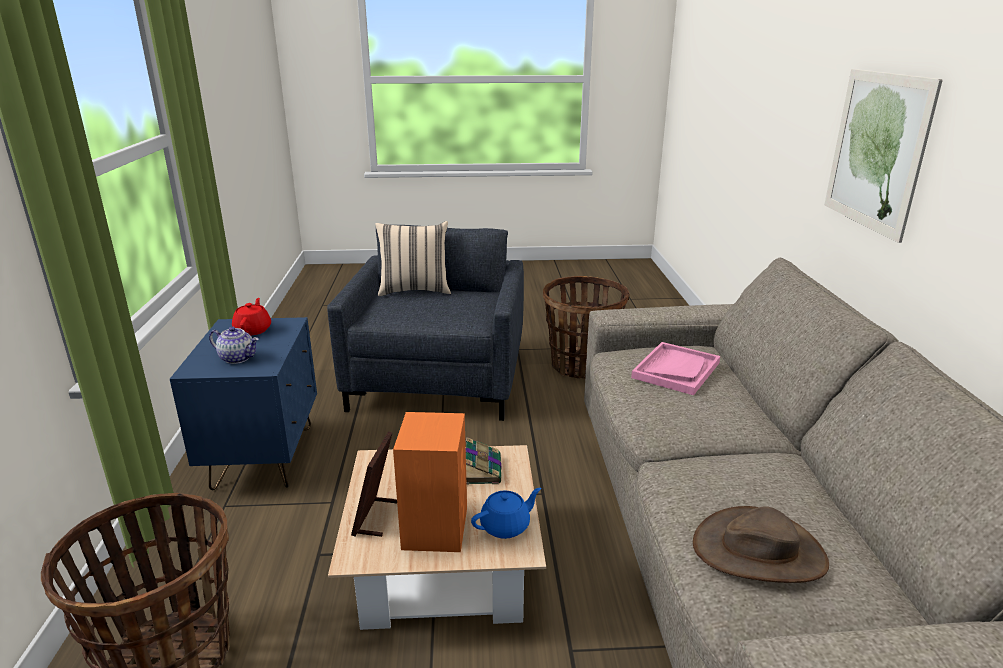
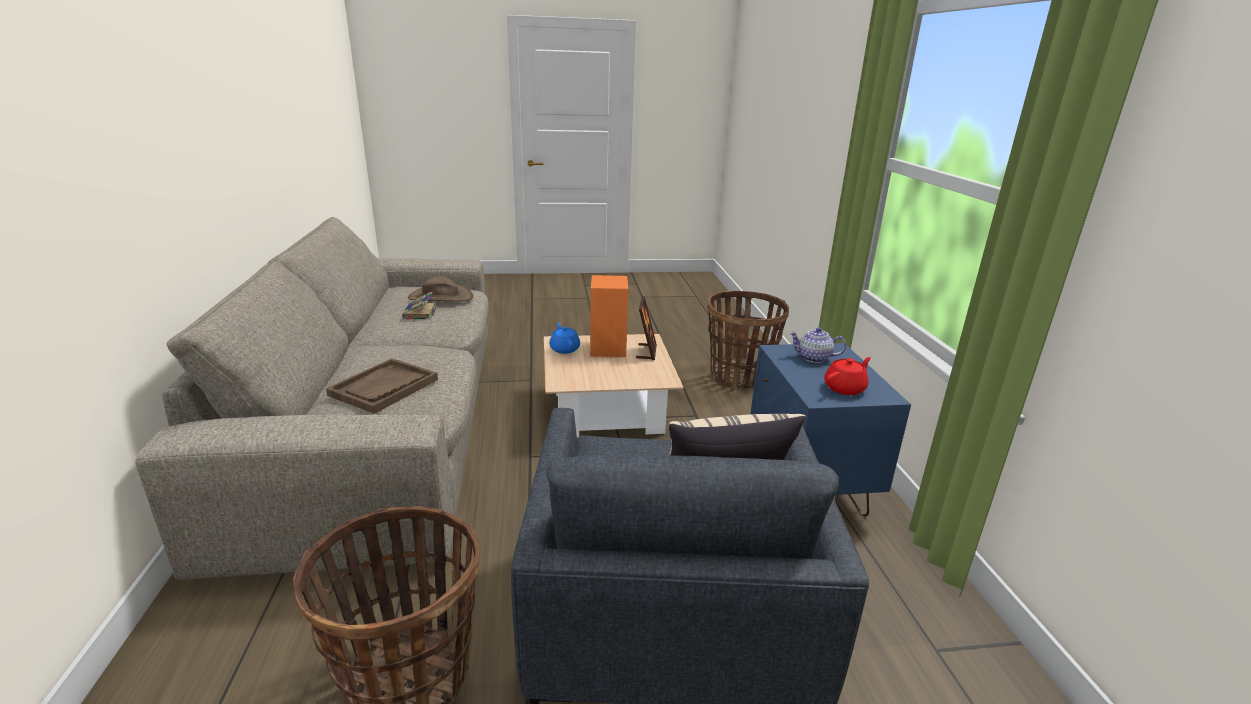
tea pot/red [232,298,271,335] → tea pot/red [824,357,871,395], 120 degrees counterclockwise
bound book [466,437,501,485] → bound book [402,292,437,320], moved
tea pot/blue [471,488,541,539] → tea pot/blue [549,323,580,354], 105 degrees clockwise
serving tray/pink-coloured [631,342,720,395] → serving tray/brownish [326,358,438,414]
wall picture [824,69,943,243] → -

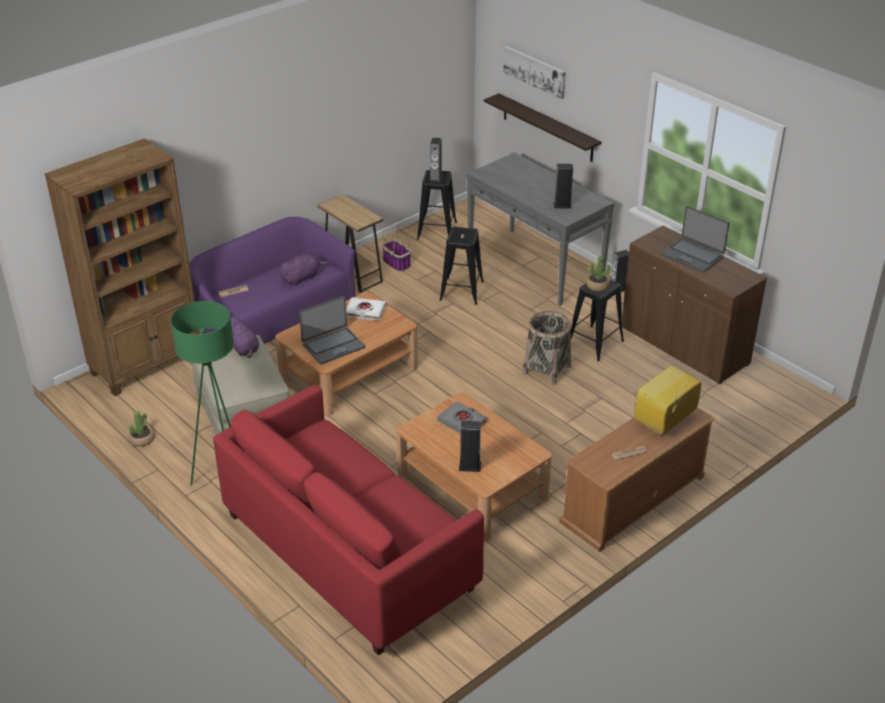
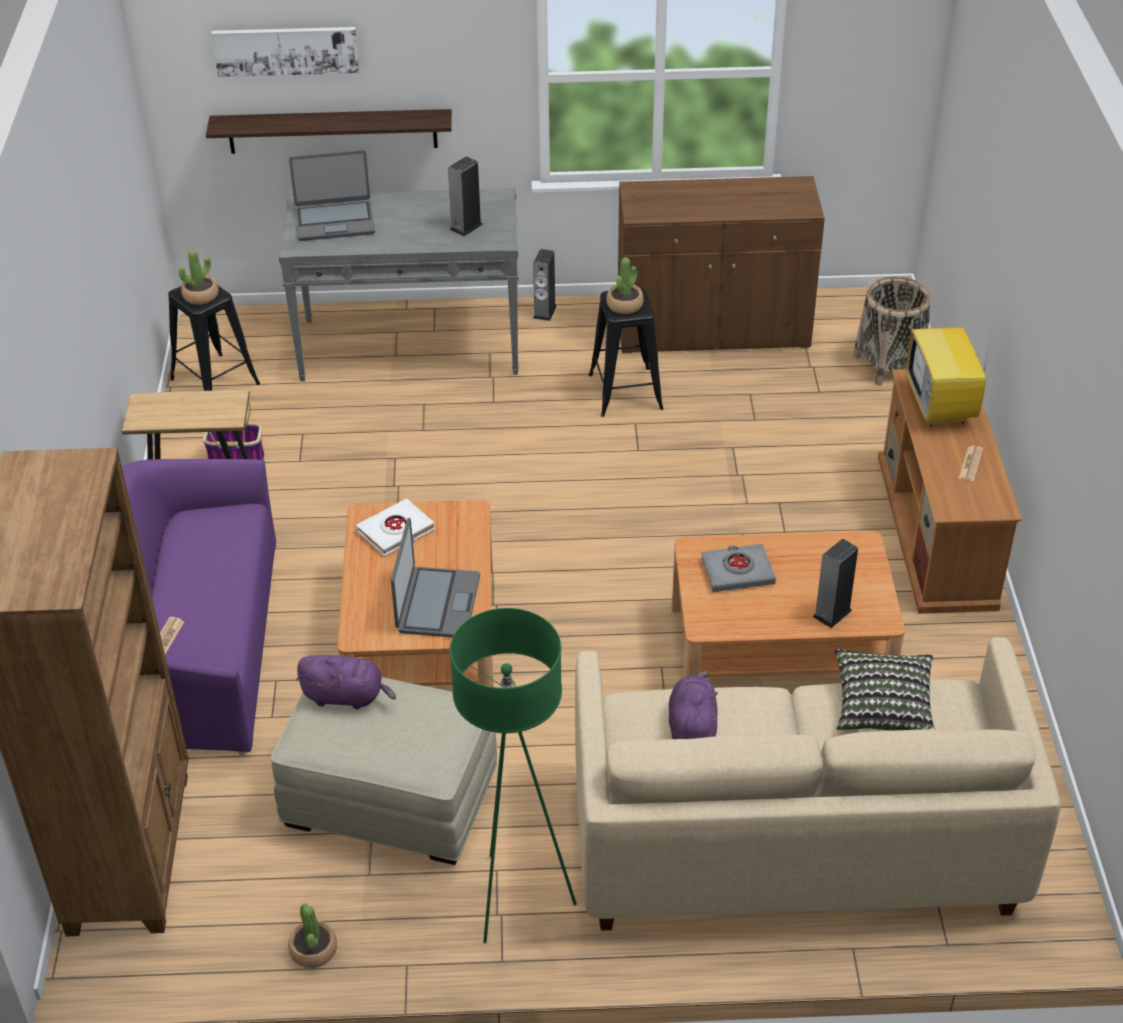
couch/red [213,385,484,655] → couch/beige-coloured [575,637,1060,931]
soft toy/purple [280,254,327,286] → soft toy/purple [669,671,718,739], moved
audio speaker [429,138,442,183] → plant in a pot [179,250,218,305]
stool/black [439,227,484,305] → -
basket [523,311,571,385] → basket [853,276,930,386], moved
notebook computer [661,206,730,273] → notebook computer [289,150,375,241], moved
- → cushion [835,649,935,731]

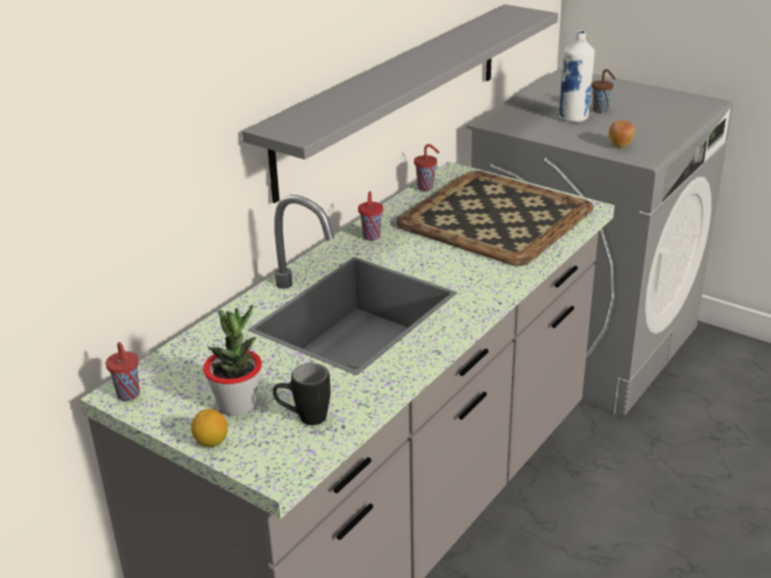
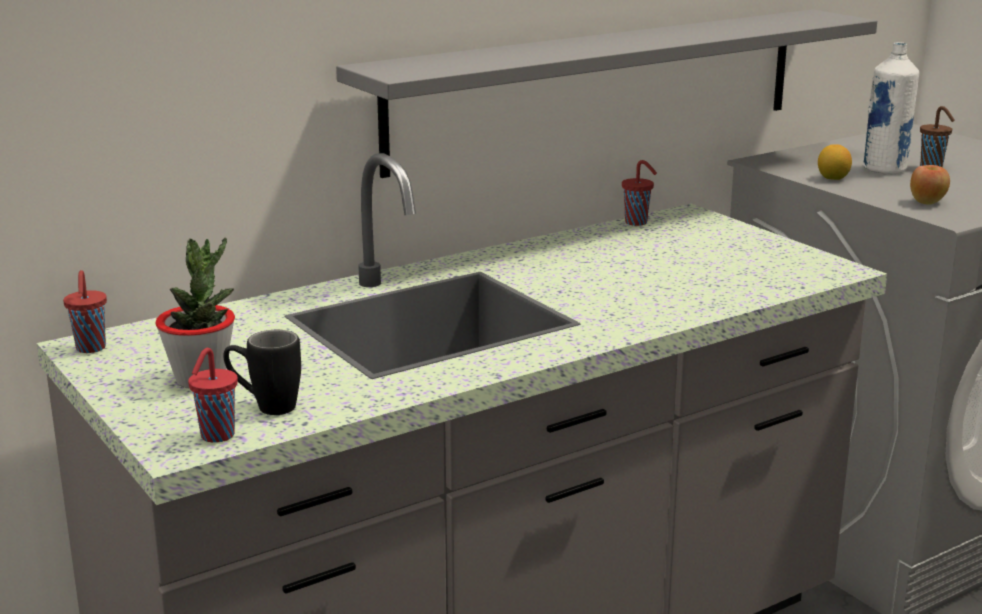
lemon [191,409,228,447] → lemon [818,144,852,180], moved
cup/red [358,191,383,241] → cup/red [188,348,238,443], moved
serving tray [396,171,594,266] → -

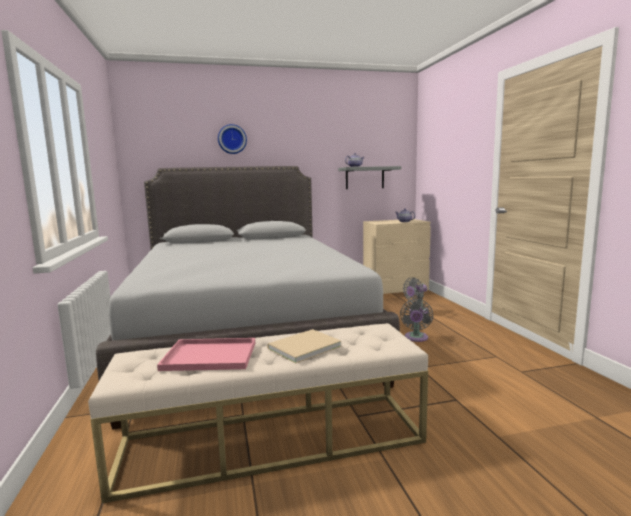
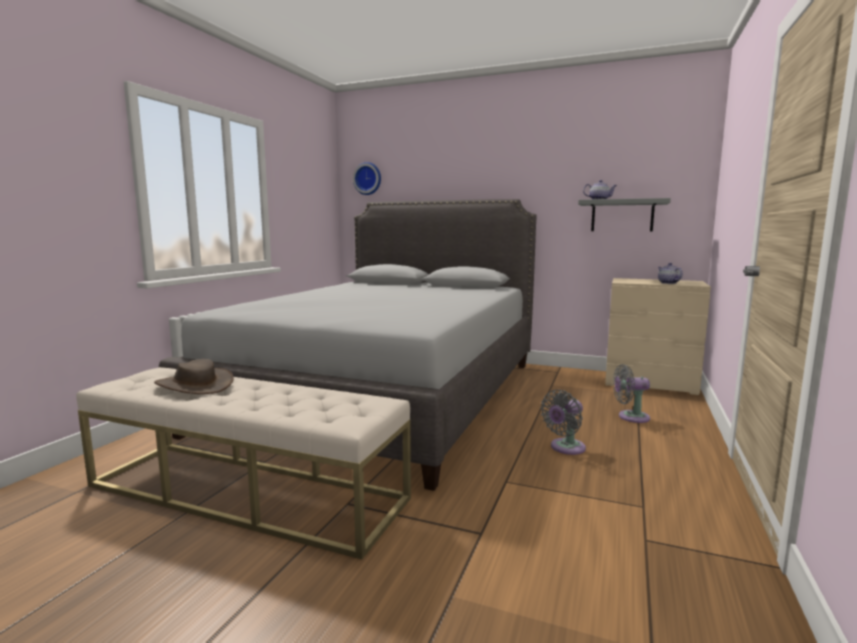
serving tray/pink-coloured [157,338,255,371] → clothing hat/brownish [154,359,234,394]
hanging clock [218,124,247,154] → hanging clock [353,162,381,195], moved
bound book/beige-coloured [267,329,341,364] → -

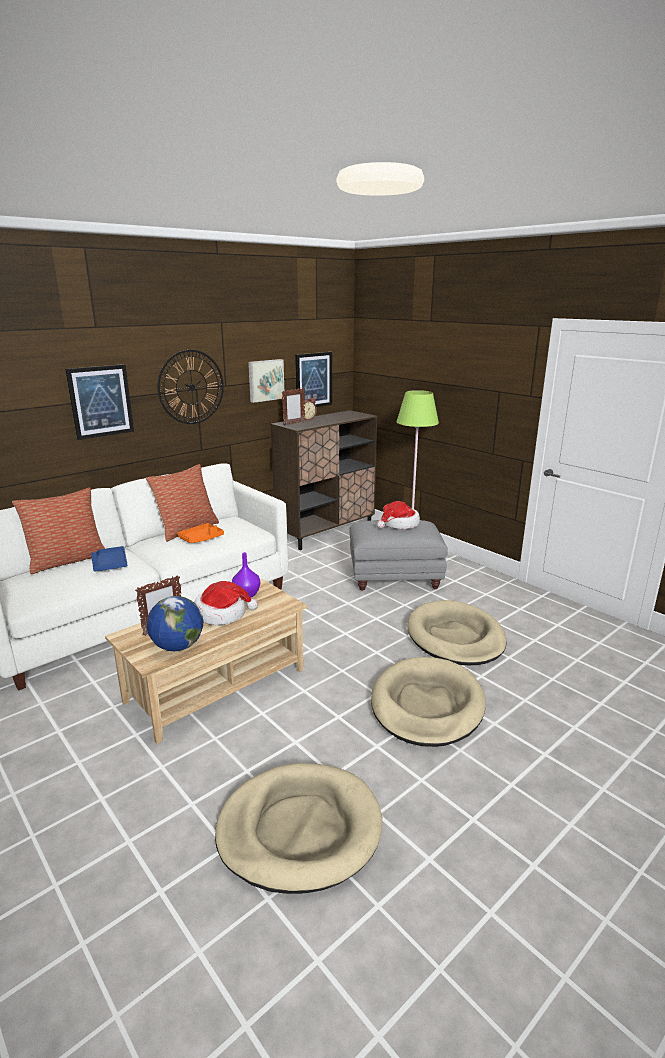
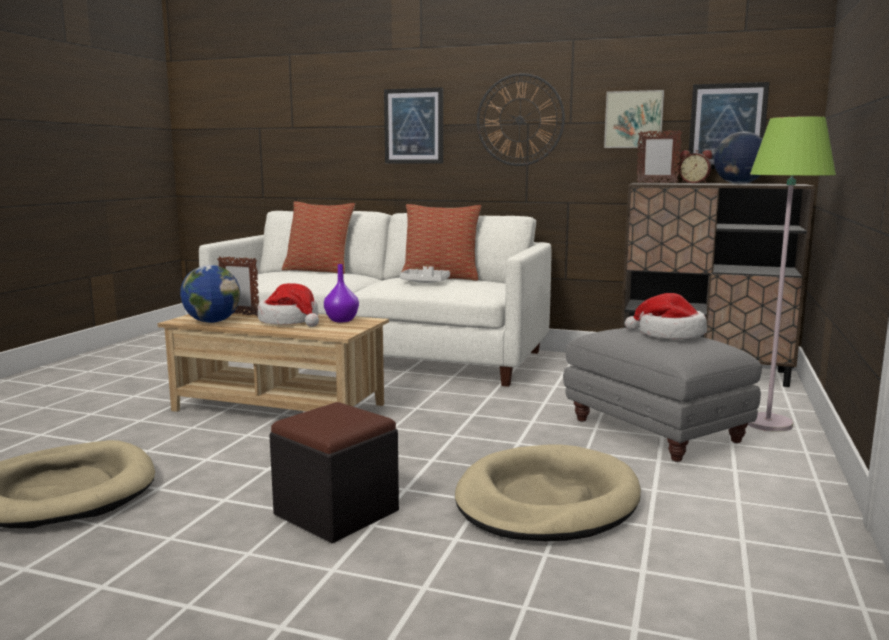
serving tray/blue [91,546,128,571] → -
serving tray/orange [177,523,224,543] → serving tray/white-coloured [400,266,450,283]
dog cushion/beige-coloured [371,657,486,747] → footrest/black [269,402,399,544]
- → desk globe [714,132,762,184]

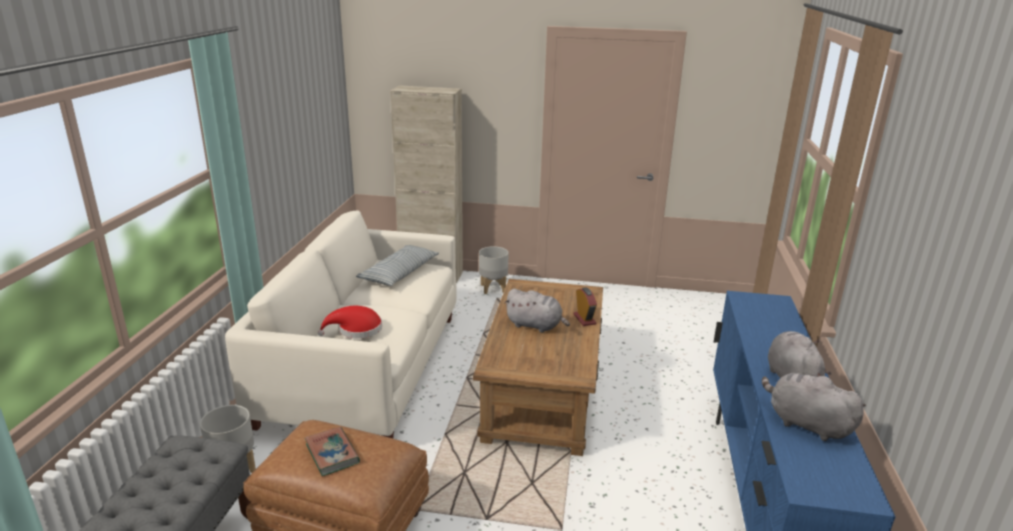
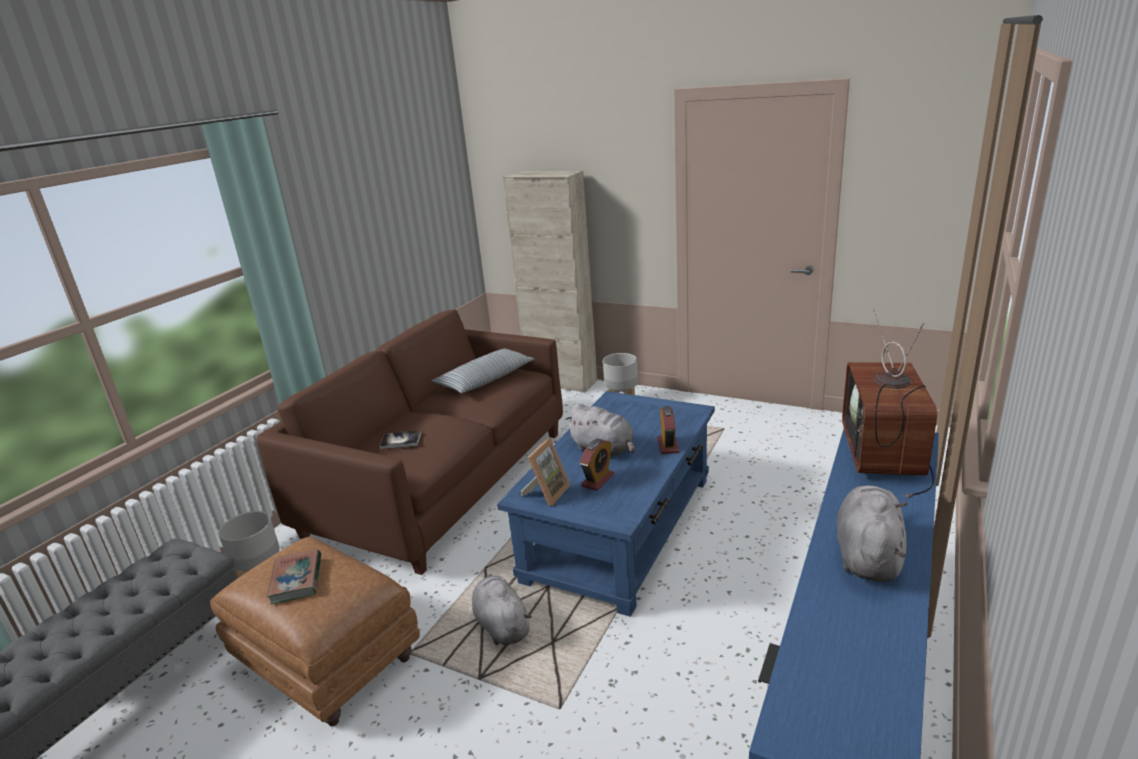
couch/white-coloured [225,210,457,438] → couch/brownish [257,309,563,575]
clothing hat/red [318,306,382,339] → bound book [379,430,421,449]
low table/brownish [473,279,603,456] → low table/blue [497,391,715,617]
soft toy/greyish [762,373,866,441] → soft toy/greyish [472,574,532,645], moved
- → standing frame [521,438,570,506]
- → bedside clock [580,439,614,491]
- → television [842,308,937,498]

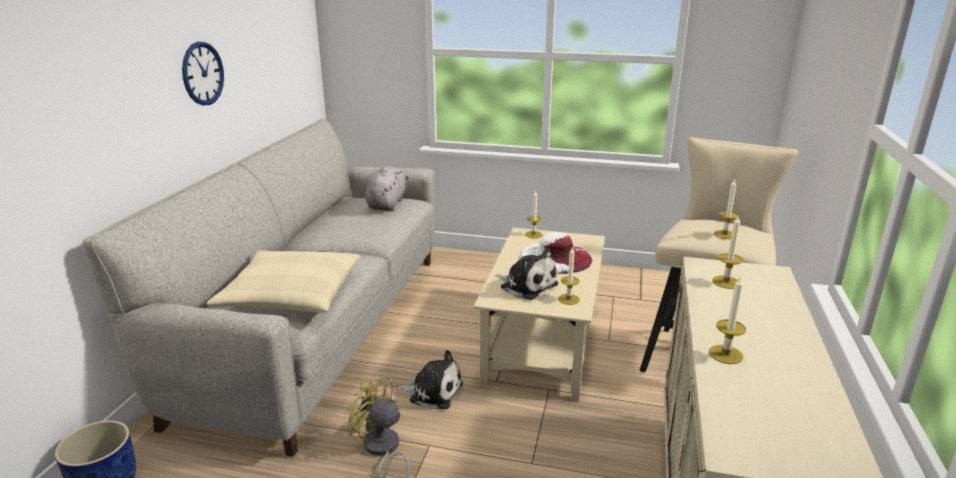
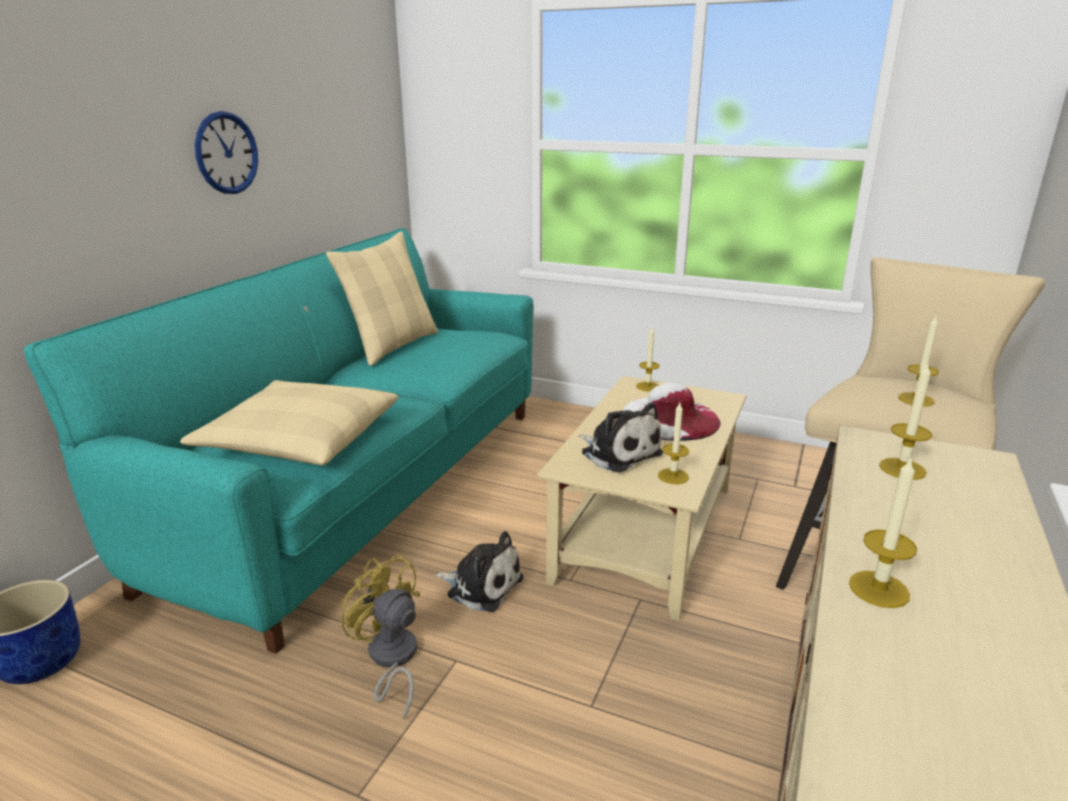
couch/greyish [82,119,435,457] → couch/turquoise [24,228,533,654]
soft toy/greyish [365,166,408,211] → -
- → cushion/beige-coloured [326,232,438,366]

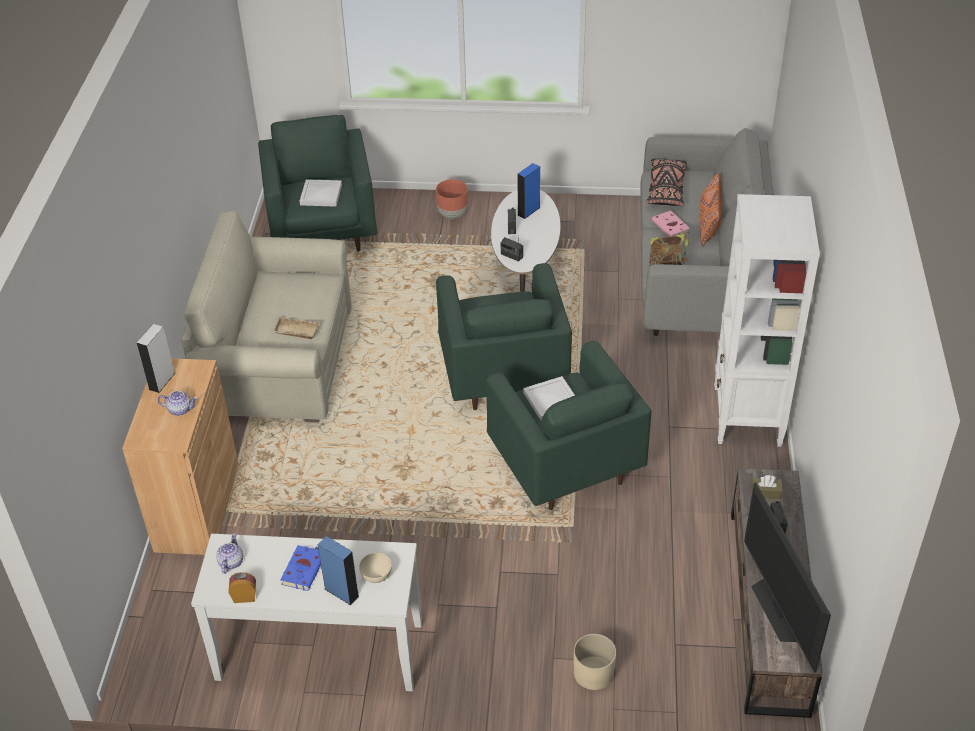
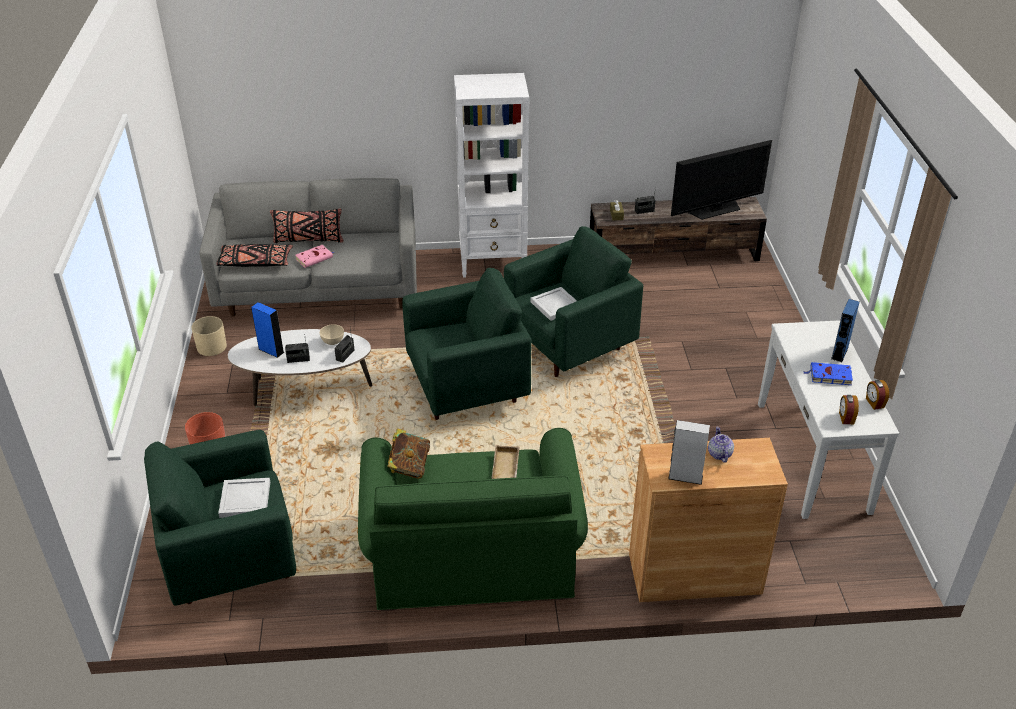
couch/beige-coloured [181,211,352,423] → couch/green [358,428,588,611]
tea pot [216,533,243,574] → bedside clock [839,395,859,424]
bowl/beige-coloured [359,553,392,583] → bowl/beige-coloured [320,324,344,345], moved
plant pot/beige-coloured [574,634,616,690] → plant pot/beige-coloured [191,316,227,356], moved
bound book [649,234,689,266] → bound book [387,428,430,479], moved
cushion/orange [699,172,722,247] → cushion/black [270,208,344,243]

